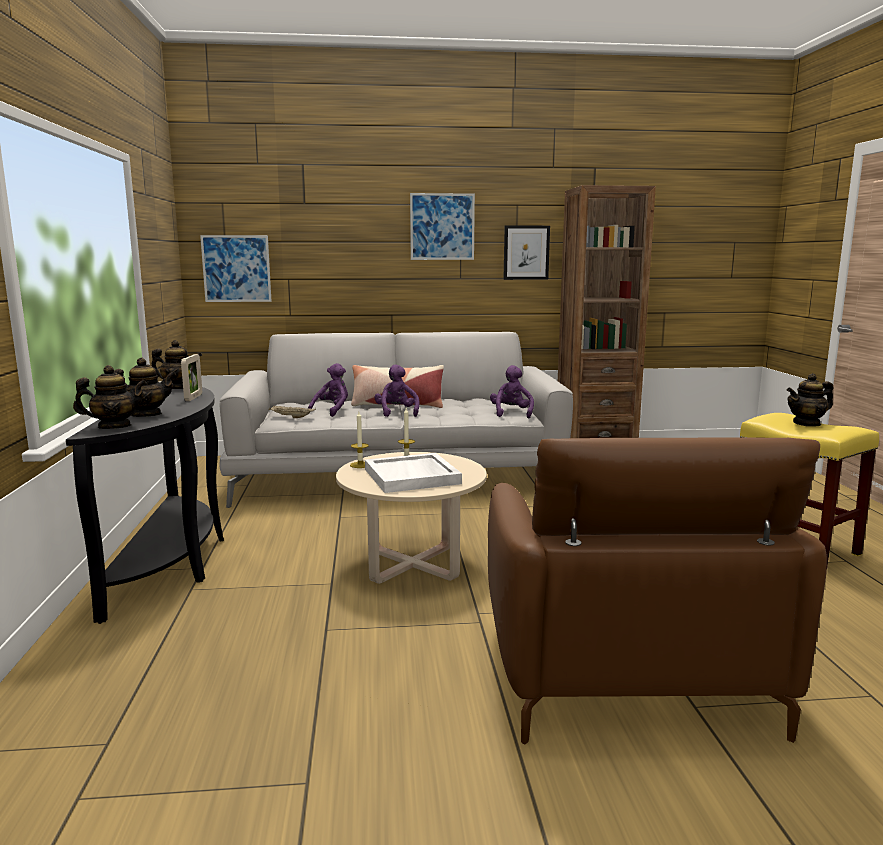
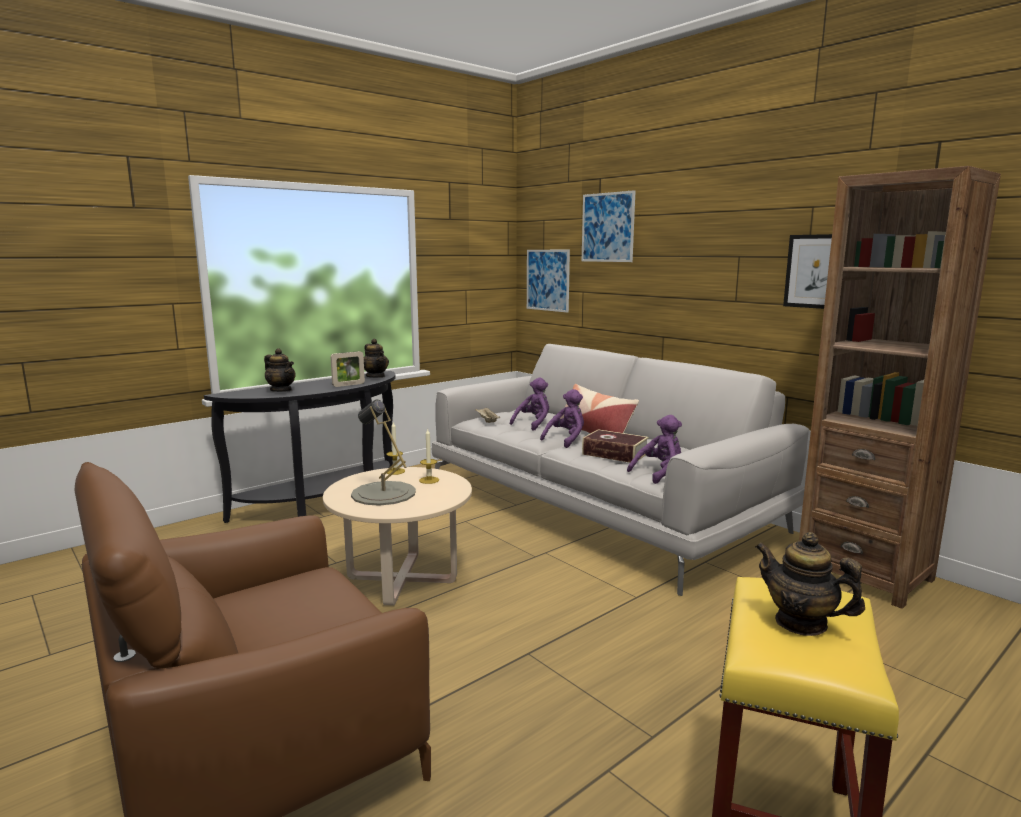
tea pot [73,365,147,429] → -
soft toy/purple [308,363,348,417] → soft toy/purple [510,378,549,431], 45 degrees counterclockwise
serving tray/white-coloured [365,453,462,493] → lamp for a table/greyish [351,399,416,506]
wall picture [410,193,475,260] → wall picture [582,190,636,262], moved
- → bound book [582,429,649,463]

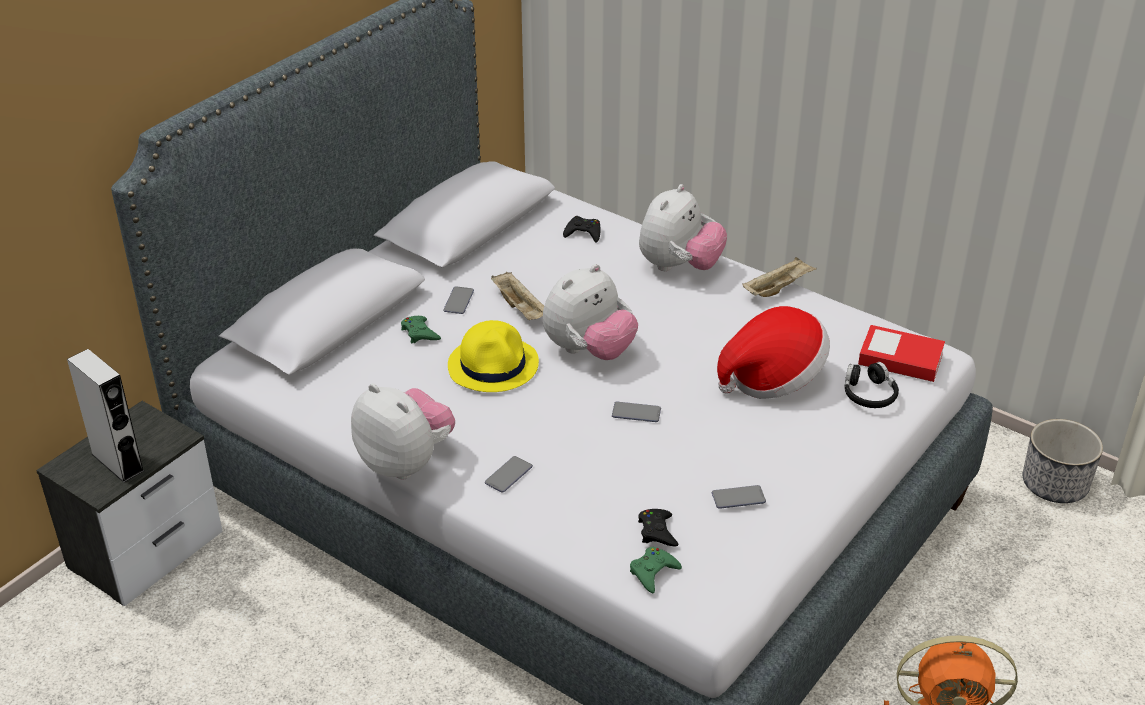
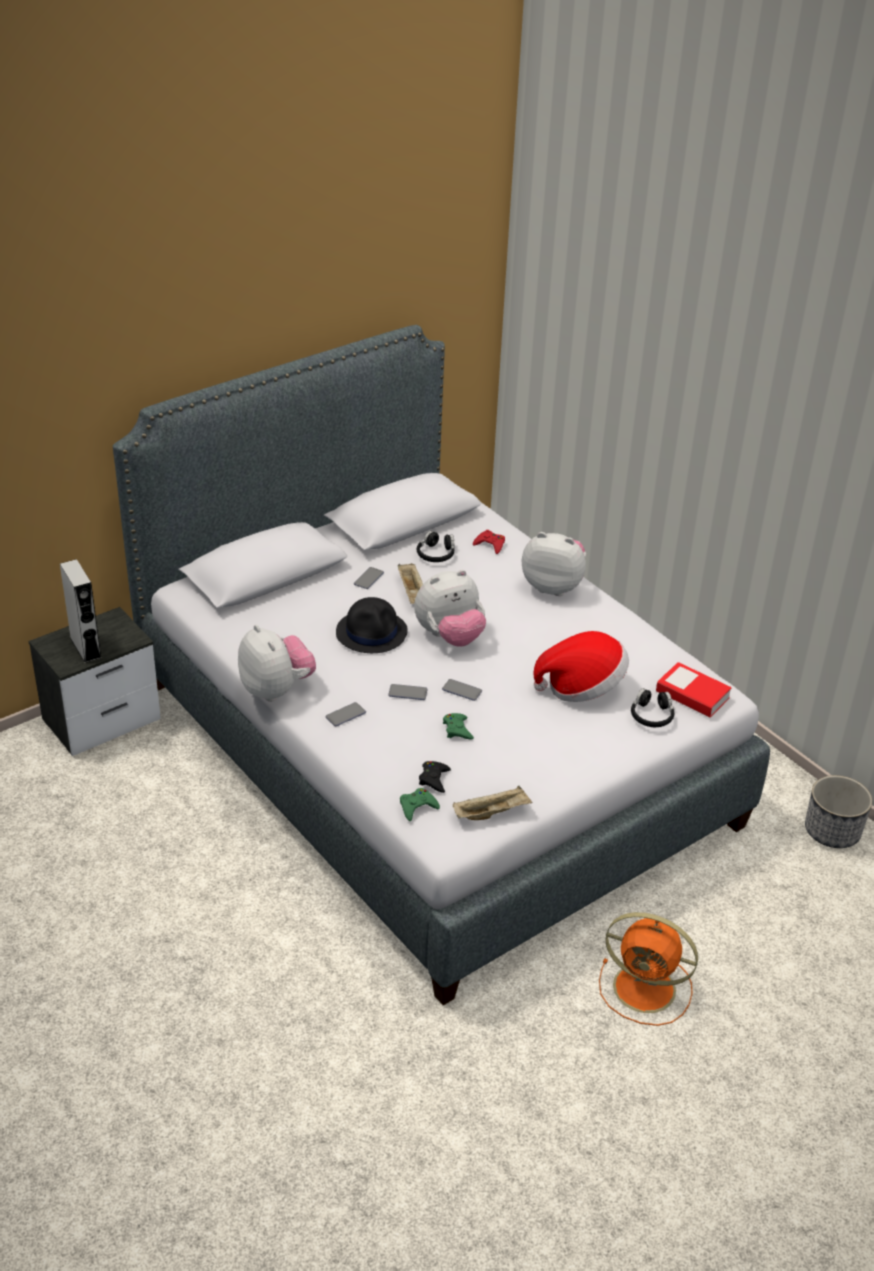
joypad/green [401,316,441,343] → joypad/green [443,713,474,740], moved
clothing hat/yellowish [448,320,539,392] → clothing hat/black [336,597,408,653]
joypad/black [563,216,600,243] → joypad/red [473,530,505,554]
soft toy [639,184,727,271] → soft toy [522,532,586,596], 120 degrees counterclockwise
handset [712,485,766,509] → handset [388,684,428,700], moved
serving tray/beige-coloured [742,257,817,297] → serving tray/beige-coloured [453,786,532,820], moved
- → headphones/black [417,531,454,562]

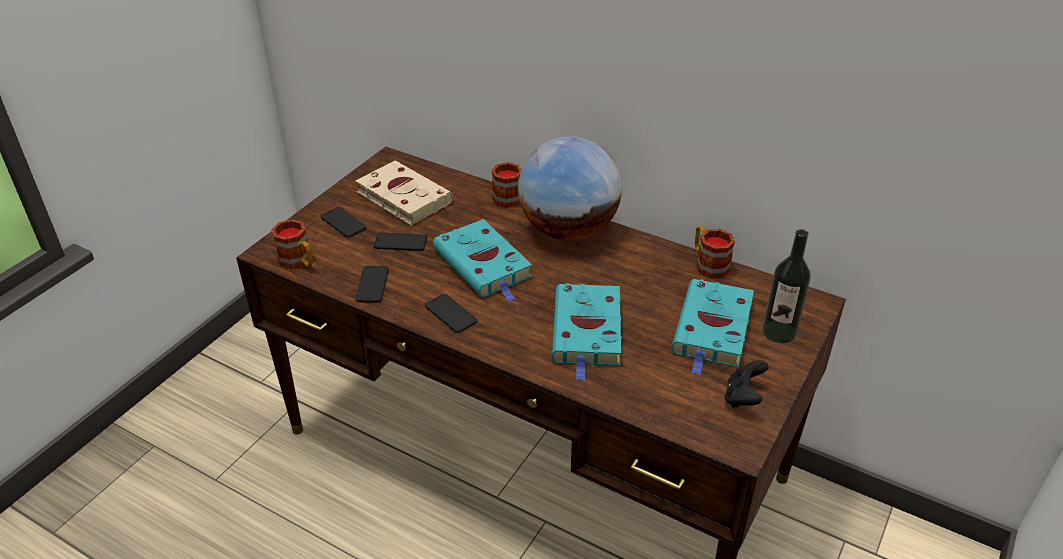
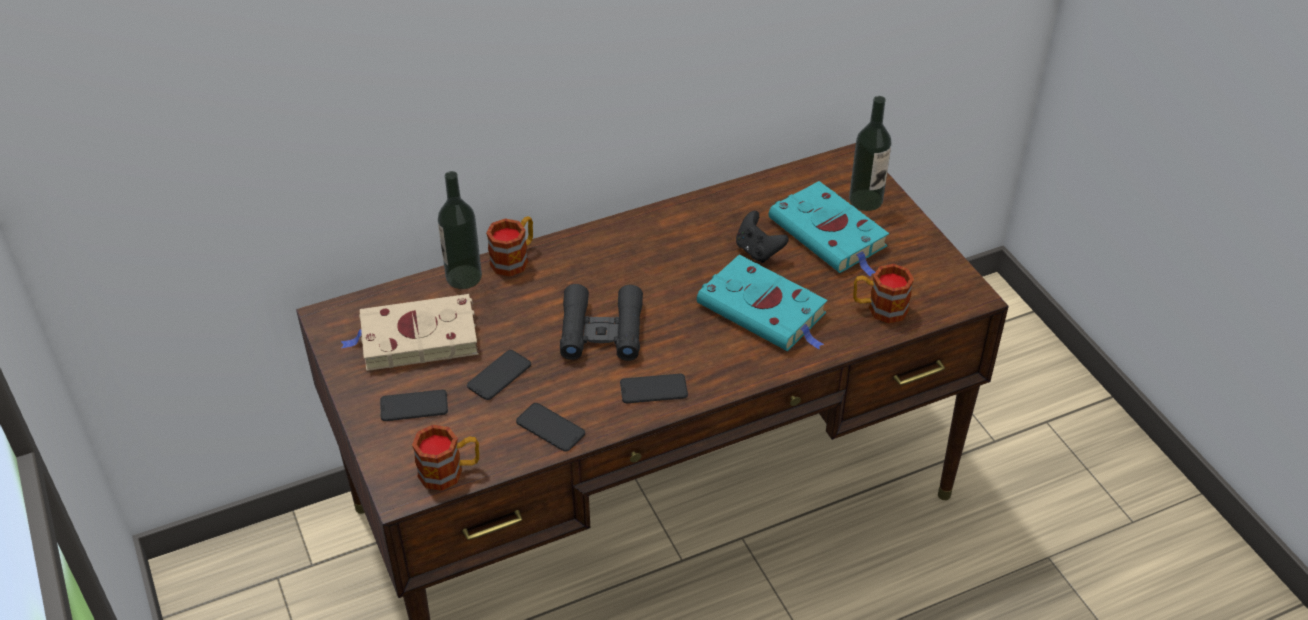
bound book/turquoise [433,219,532,302] → field glasses/black [560,284,643,361]
desk globe [518,136,622,241] → -
mug [695,226,735,279] → mug [853,264,914,323], moved
joypad/black [725,360,769,408] → joypad/black [736,211,789,263], moved
- → bottle [438,171,482,289]

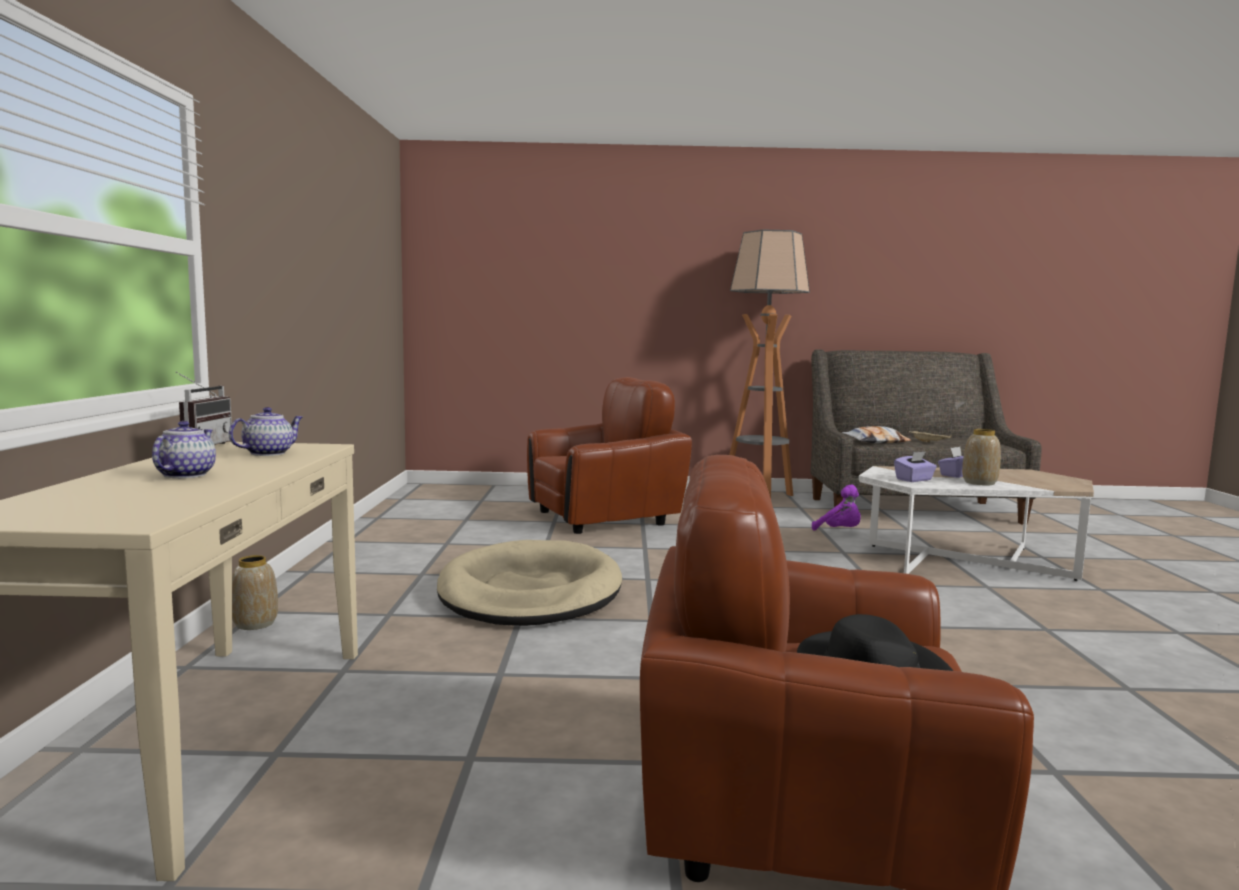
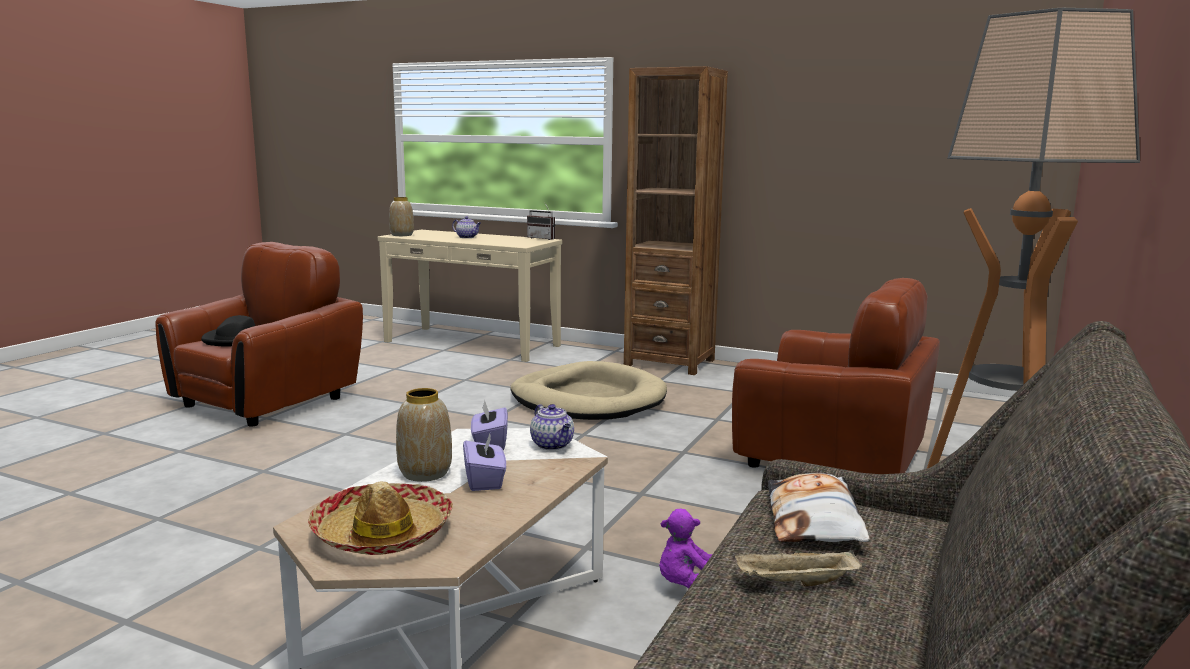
tea pot [229,407,303,456] → tea pot [530,404,574,450], moved
flower vase [232,555,278,630] → flower vase [389,197,414,236], moved
easy chair/brownish [527,377,692,534] → easy chair/brownish [732,278,940,474], 60 degrees counterclockwise
- → clothing hat [308,481,453,555]
- → shelving unit/brownish [624,66,728,375]

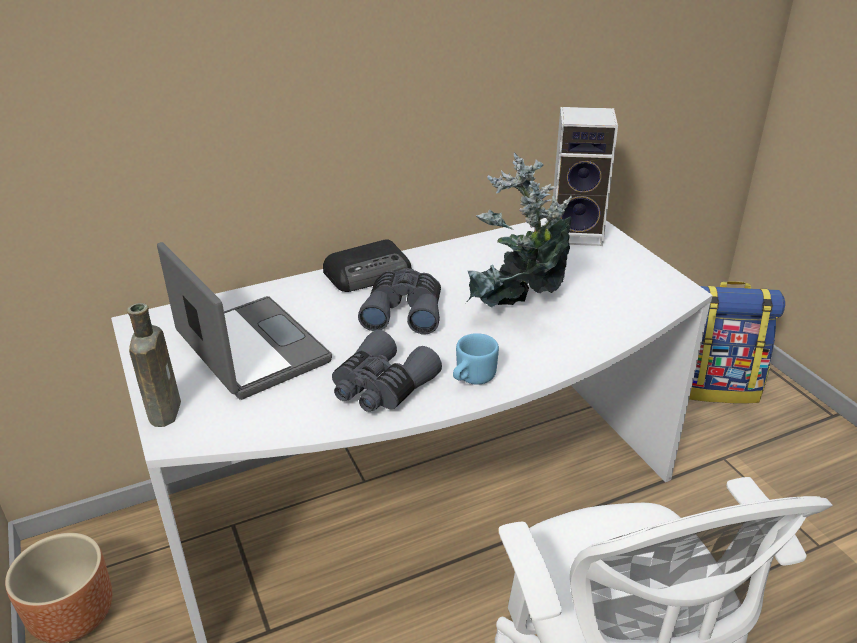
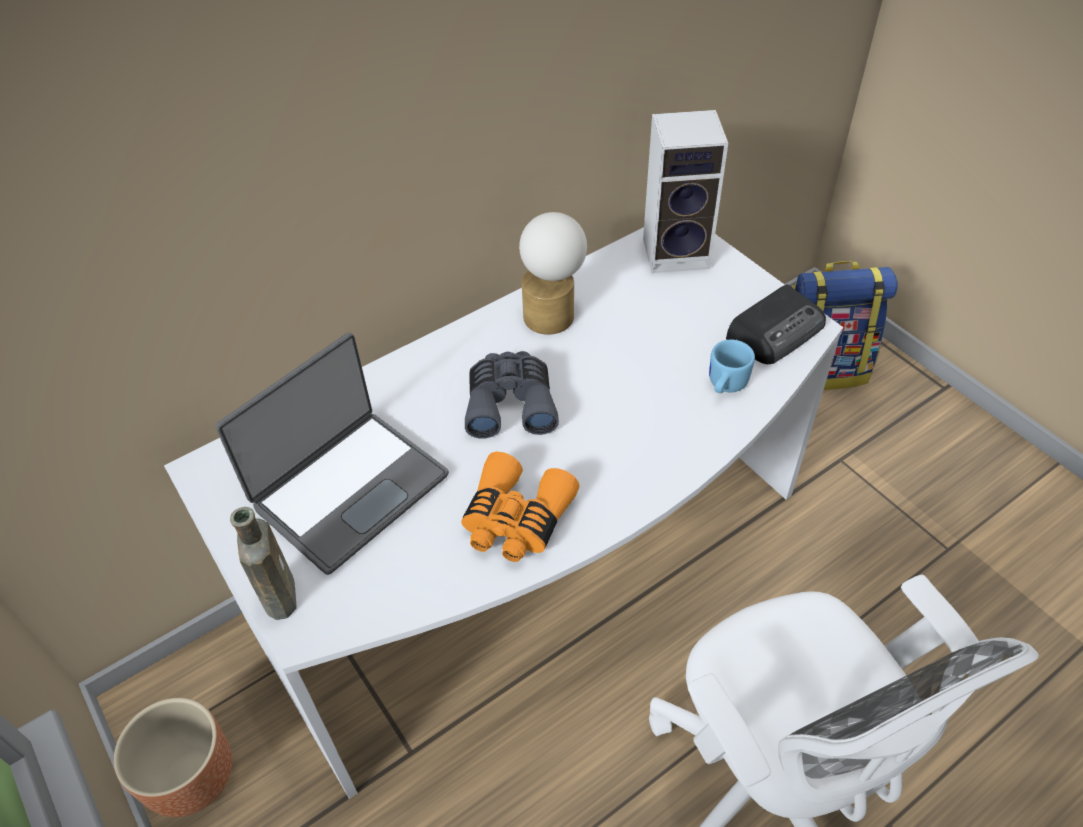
notebook computer [157,242,332,400] → notebook computer [216,332,449,575], 90 degrees clockwise
radio set [323,239,412,292] → radio set [726,285,826,364], moved
field glasses/greyish [332,330,442,412] → field glasses/orange [461,452,579,562]
mug/blue [453,333,499,385] → mug/blue [709,340,755,393], moved
plant in a pot [466,152,572,307] → -
- → lamp for a table [519,212,587,335]

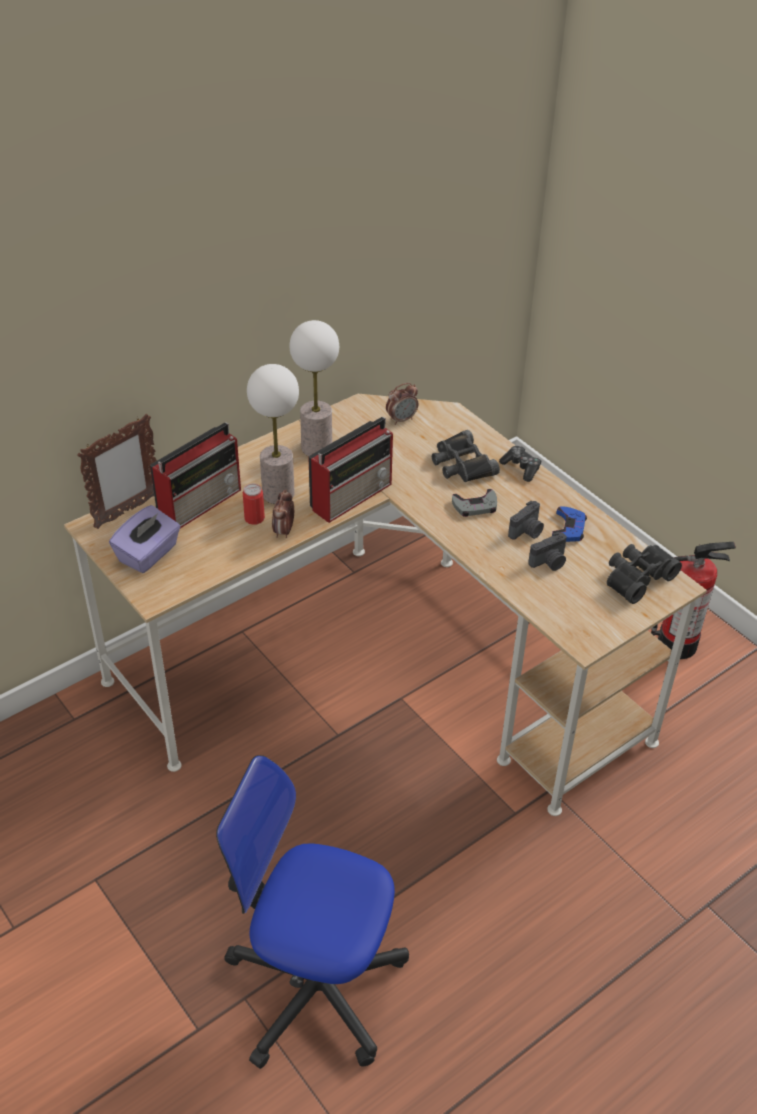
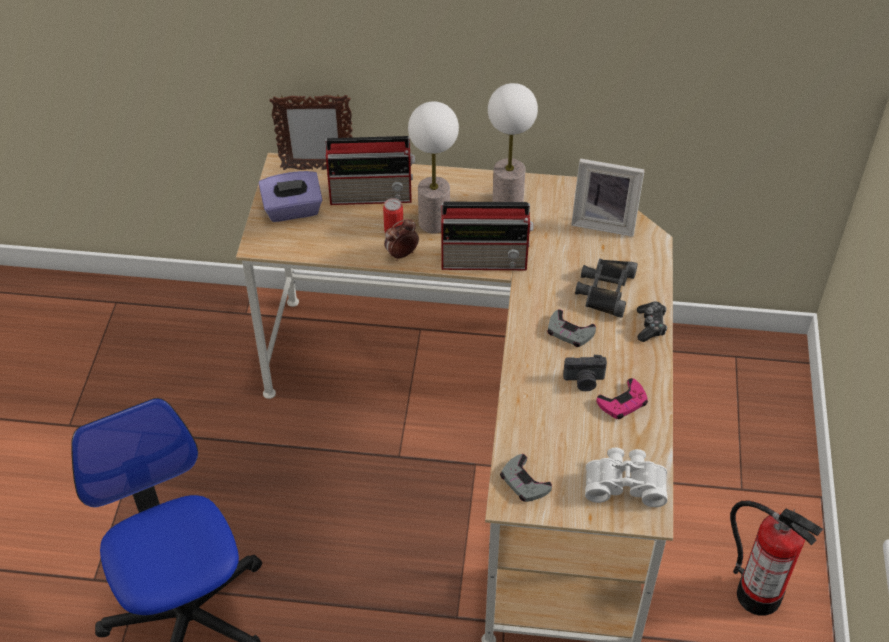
bedside clock [386,383,419,425] → standing frame [571,158,645,237]
photo camera [528,532,567,571] → -
joypad/blue [552,506,587,542] → joypad/pink-coloured [596,378,648,419]
field glasses/black [607,544,682,604] → field glasses/white-coloured [585,448,667,507]
- → joypad/greyish [500,454,552,502]

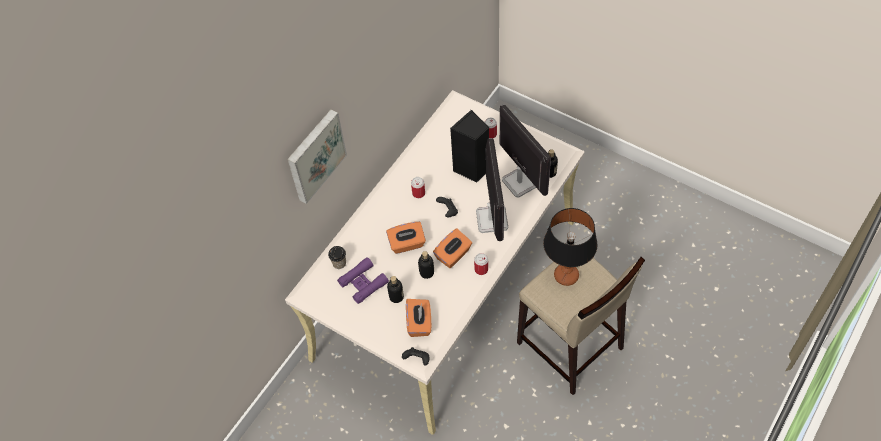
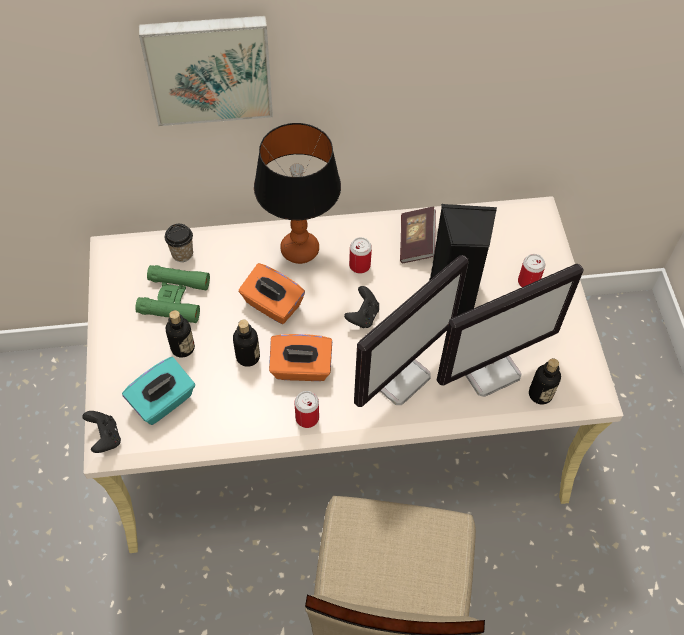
field glasses/purple [337,257,389,304] → field glasses/green [135,265,210,323]
tissue holder/orange [406,299,431,337] → tissue holder/turquoise [122,357,195,425]
monitor [500,104,551,197] → monitor [437,264,584,397], 45 degrees clockwise
lamp for a table [543,208,597,286] → lamp for a table [254,123,341,264], moved
- → bound book [400,207,436,263]

